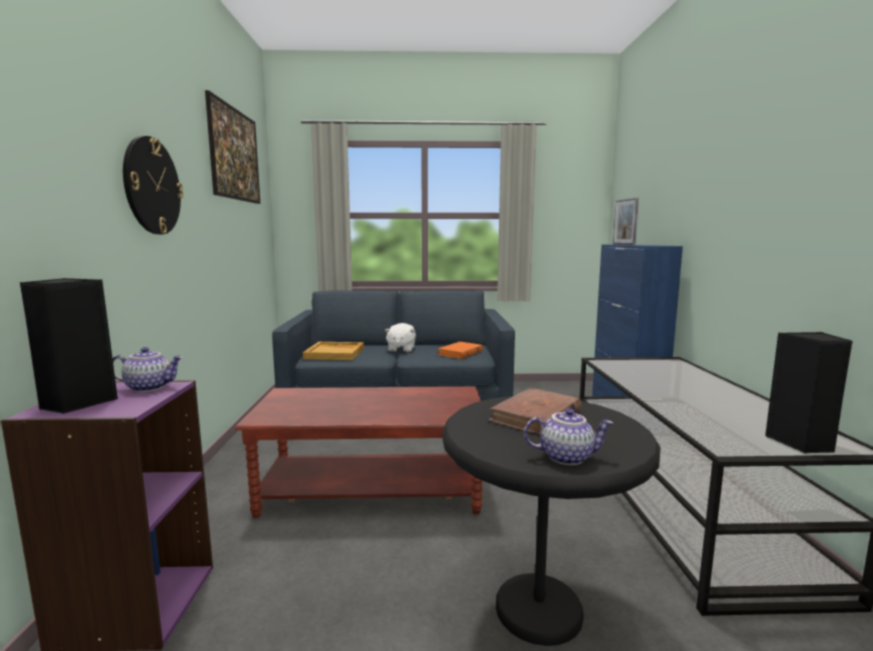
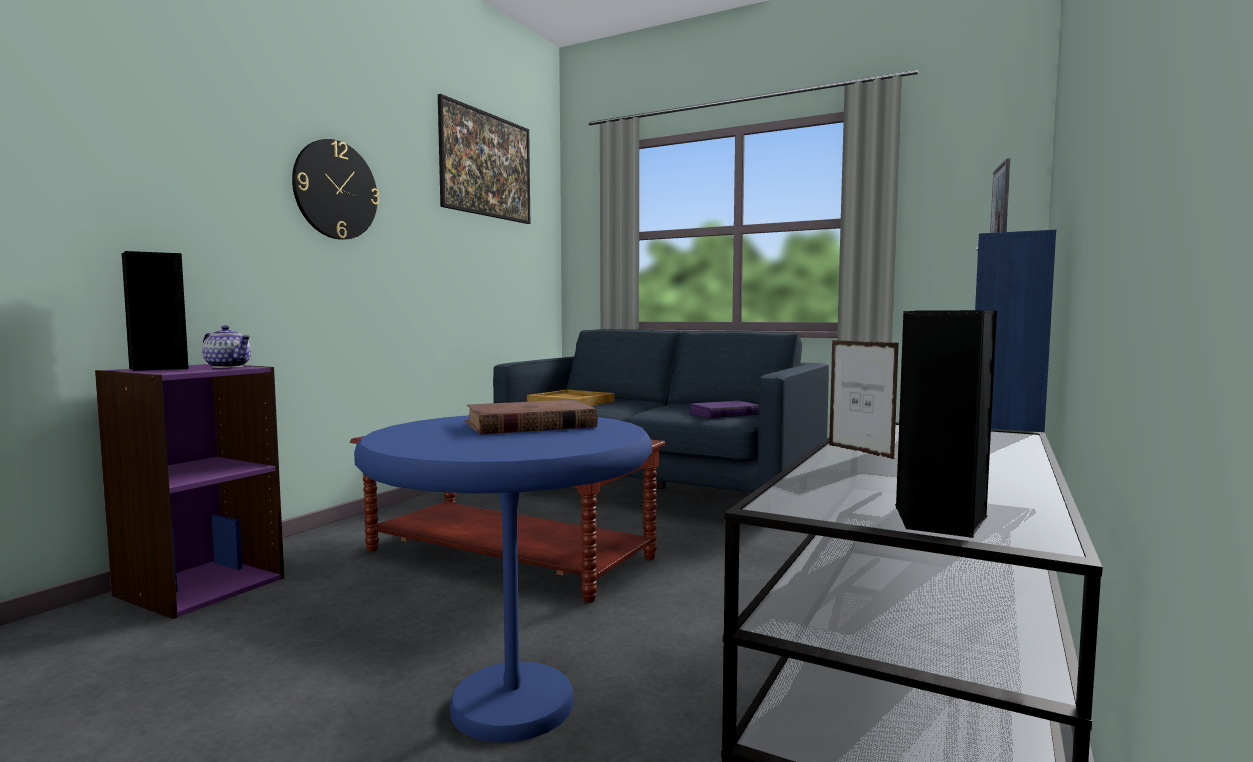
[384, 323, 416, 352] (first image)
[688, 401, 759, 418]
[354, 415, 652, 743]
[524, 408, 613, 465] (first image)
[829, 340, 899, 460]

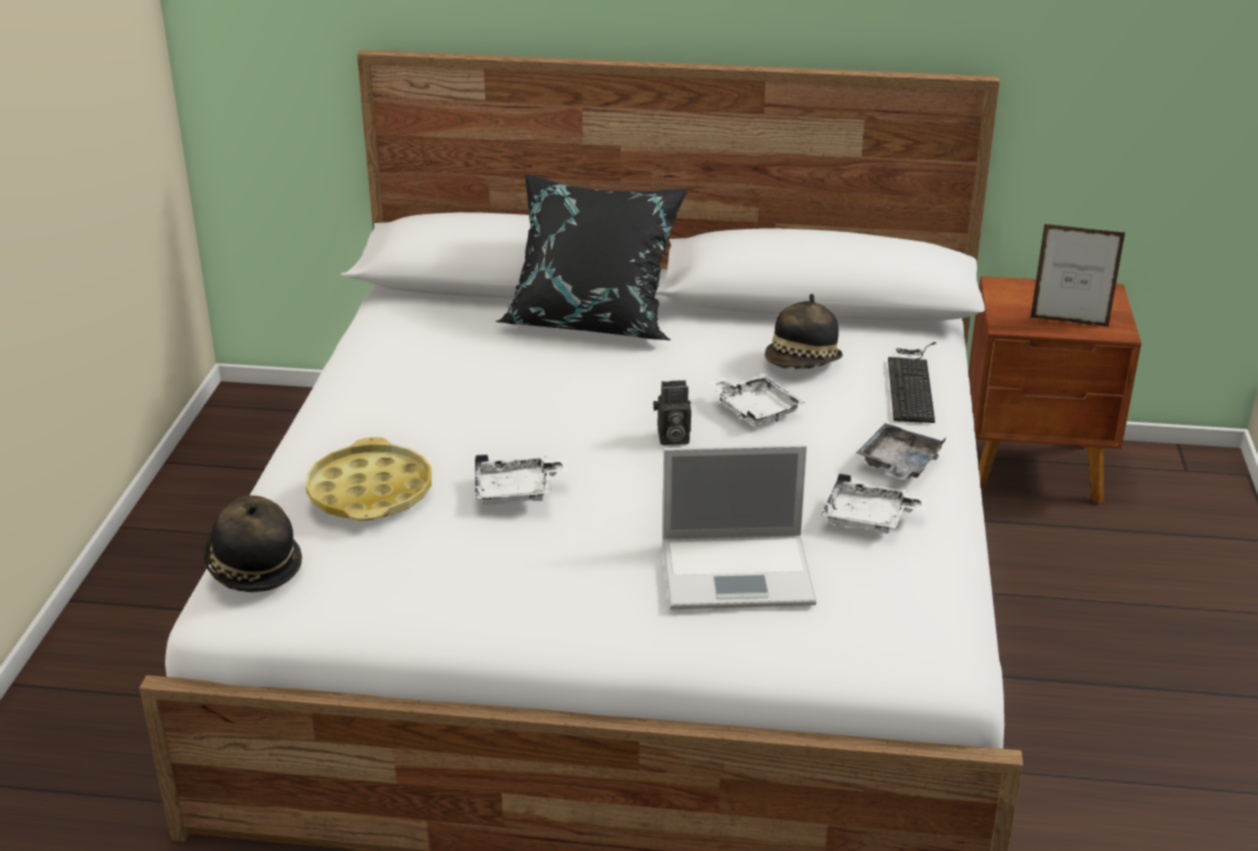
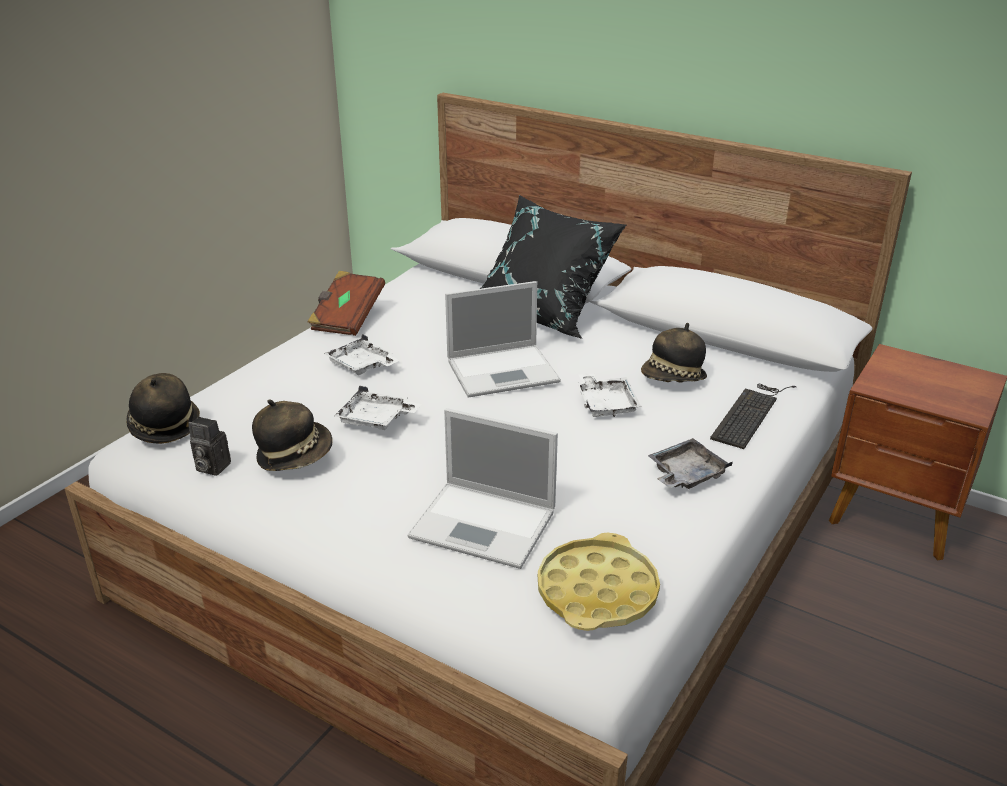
[1031, 224, 1126, 327] (first image)
[188, 417, 231, 476]
[538, 533, 660, 631]
[324, 334, 400, 375]
[307, 271, 385, 336]
[445, 281, 561, 398]
[252, 399, 333, 471]

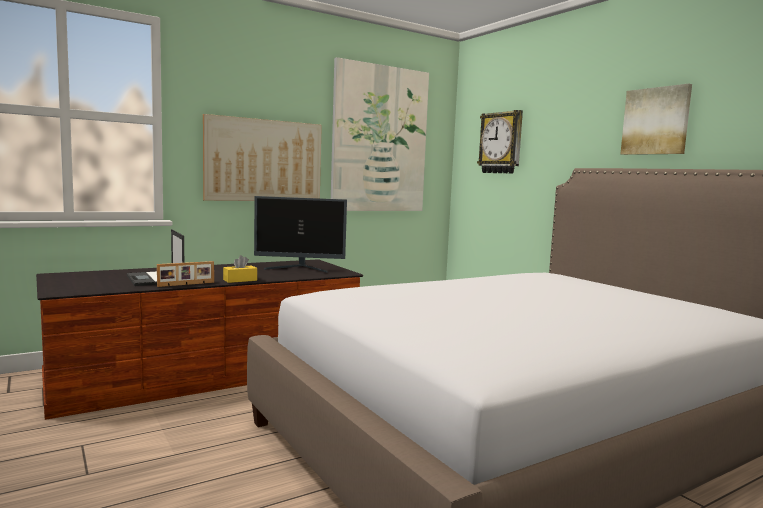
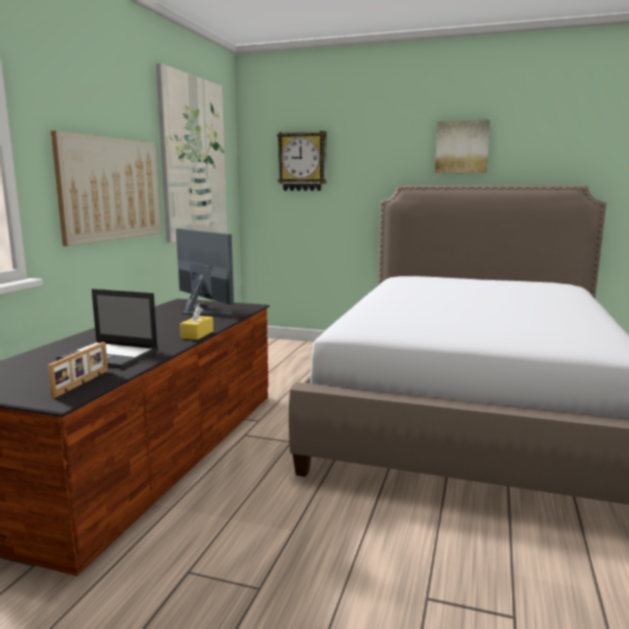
[176, 228, 234, 316]
[48, 342, 108, 398]

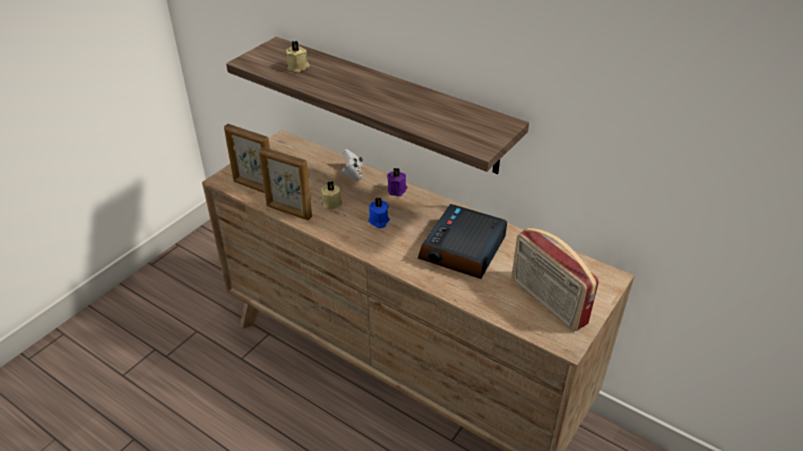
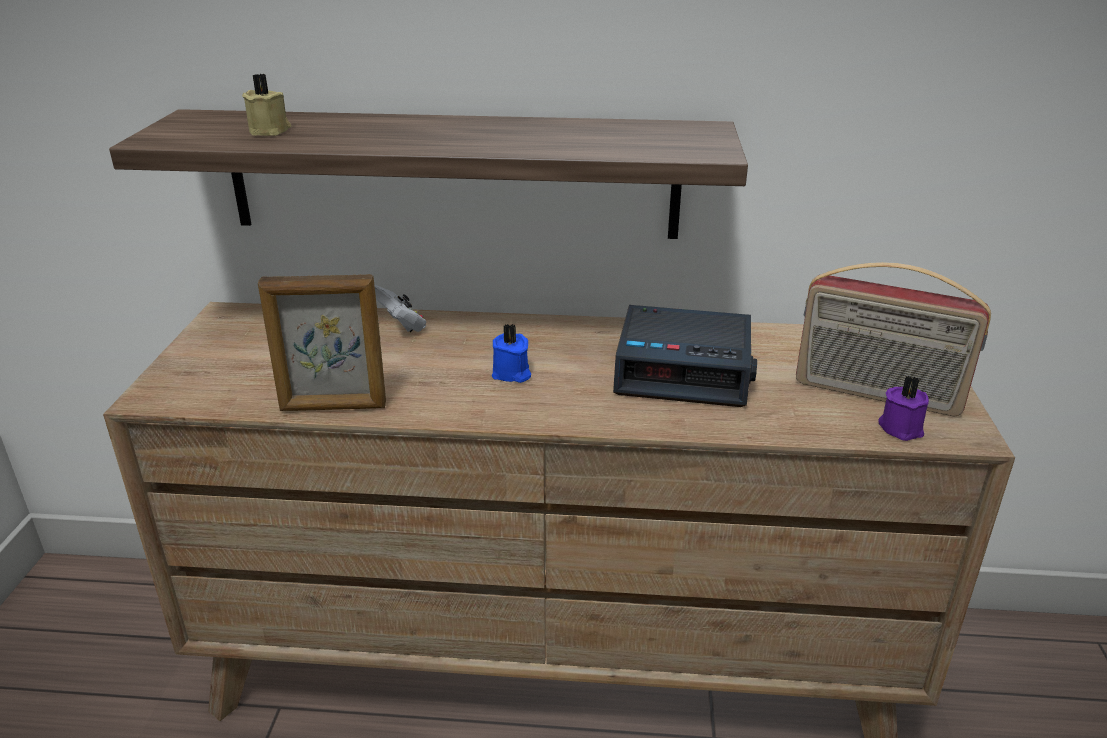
[224, 124, 270, 193] (first image)
[878, 376, 929, 441]
[320, 181, 342, 209] (first image)
[613, 305, 757, 407]

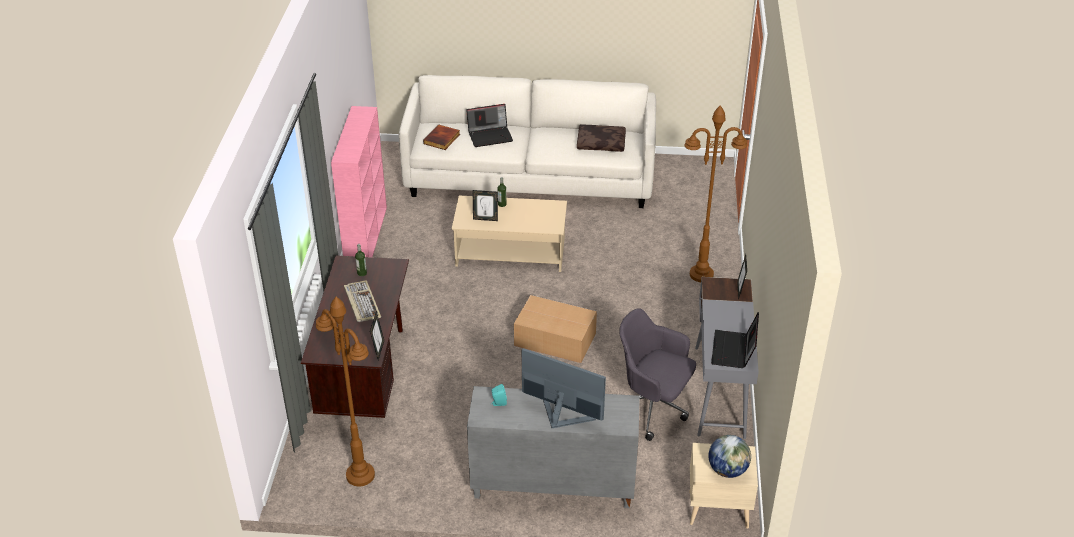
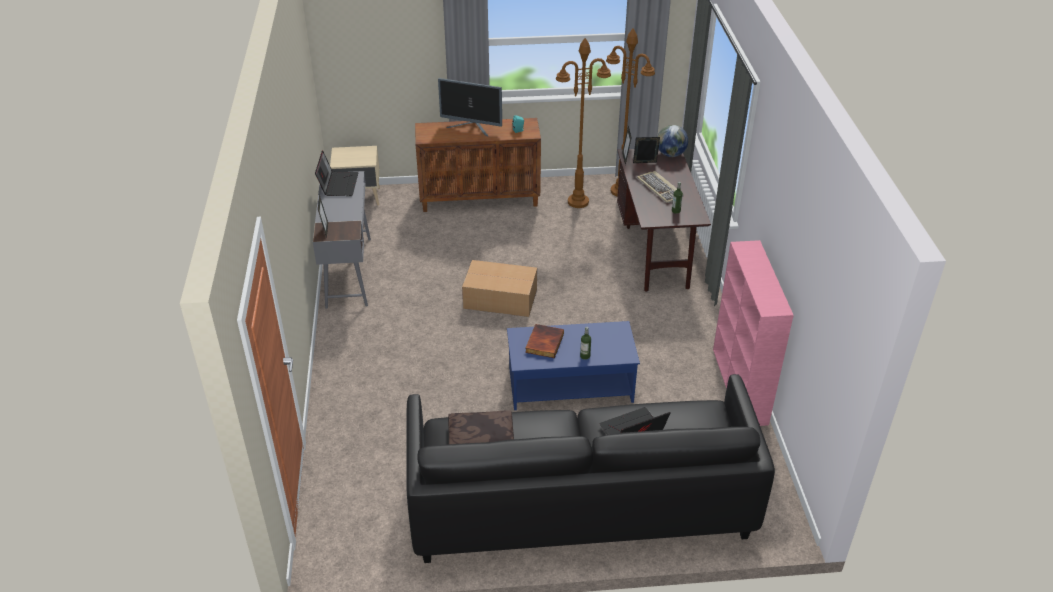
[406, 374, 775, 563]
[556, 38, 611, 208]
[525, 324, 564, 358]
[633, 137, 660, 163]
[507, 321, 640, 410]
[619, 308, 696, 441] (first image)
[415, 118, 541, 212]
[657, 125, 688, 157]

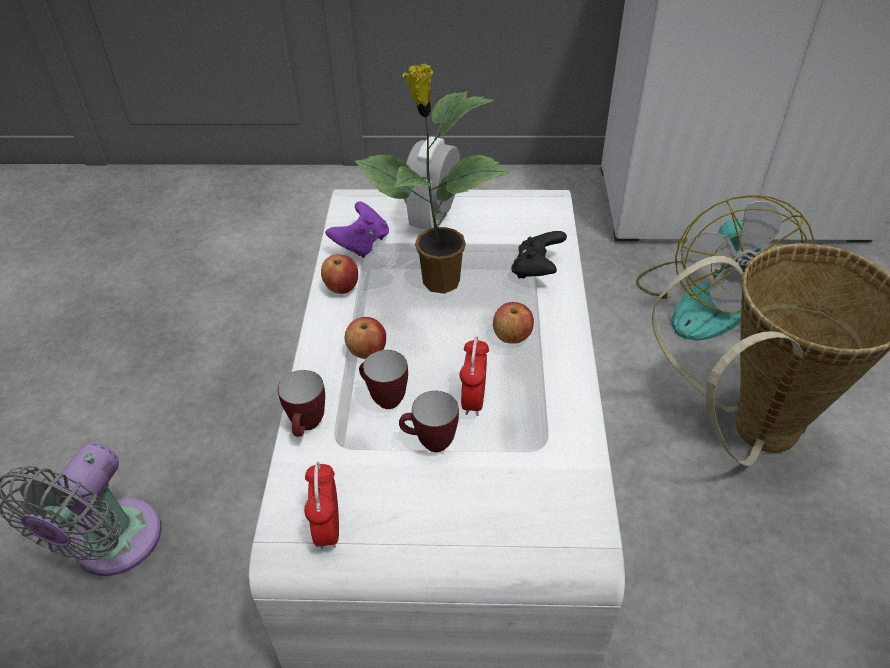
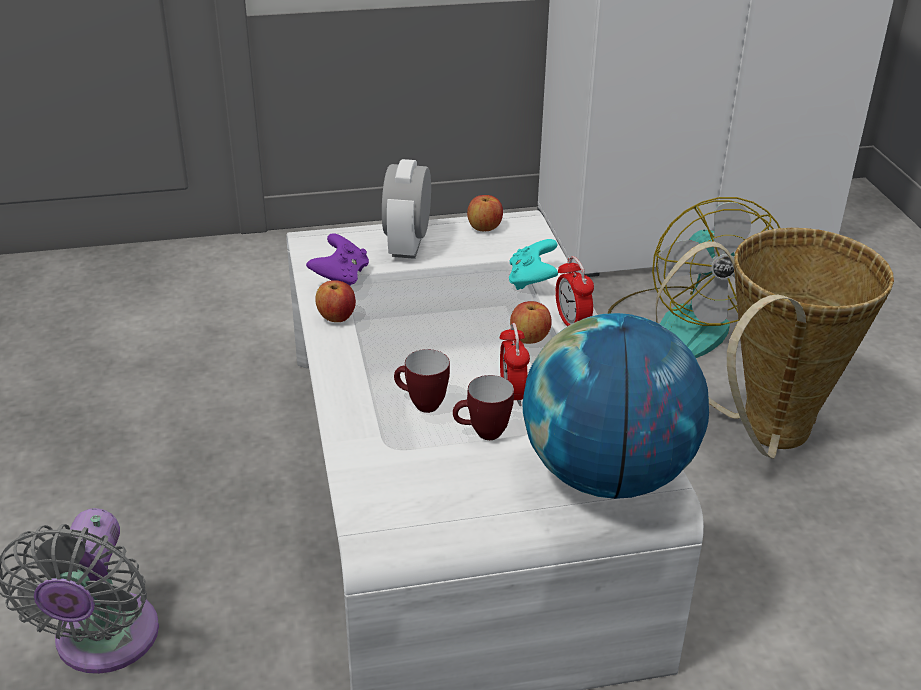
[355, 63, 511, 294] (first image)
[509, 239, 558, 290]
[467, 195, 503, 231]
[278, 370, 325, 437] (first image)
[555, 256, 594, 326]
[523, 313, 709, 499]

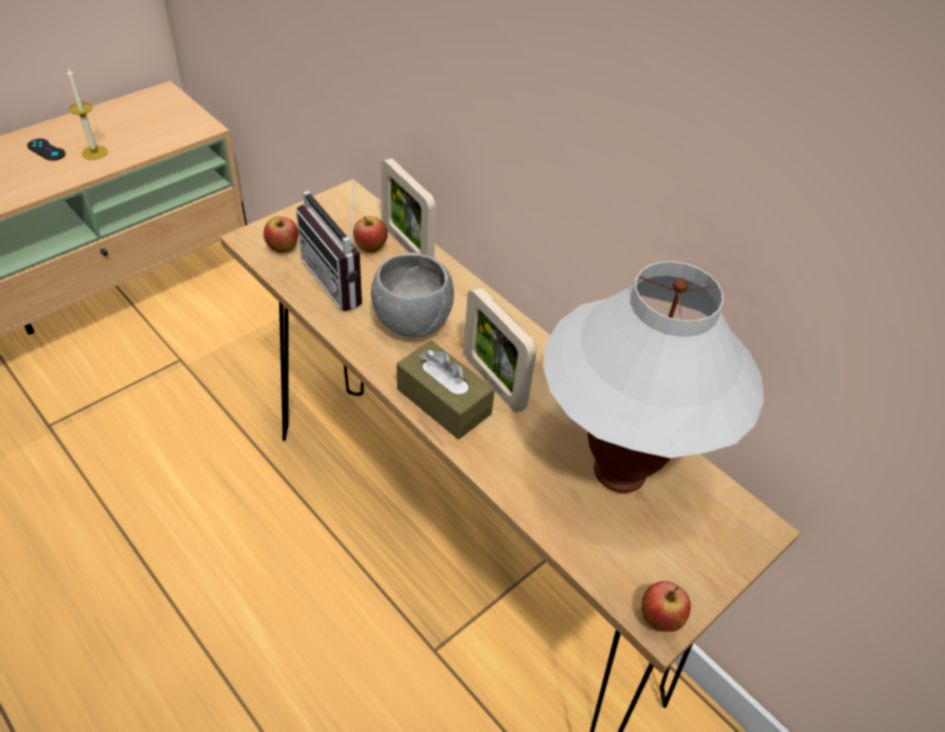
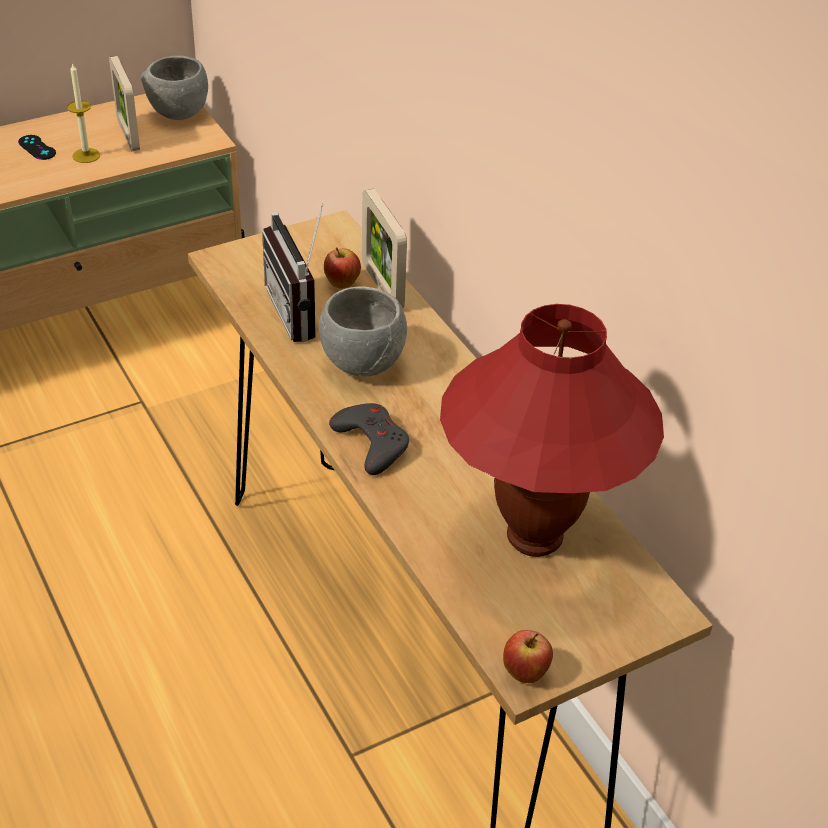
[263, 216, 298, 253] (first image)
[440, 304, 664, 557]
[109, 56, 140, 151]
[329, 403, 409, 475]
[141, 55, 208, 120]

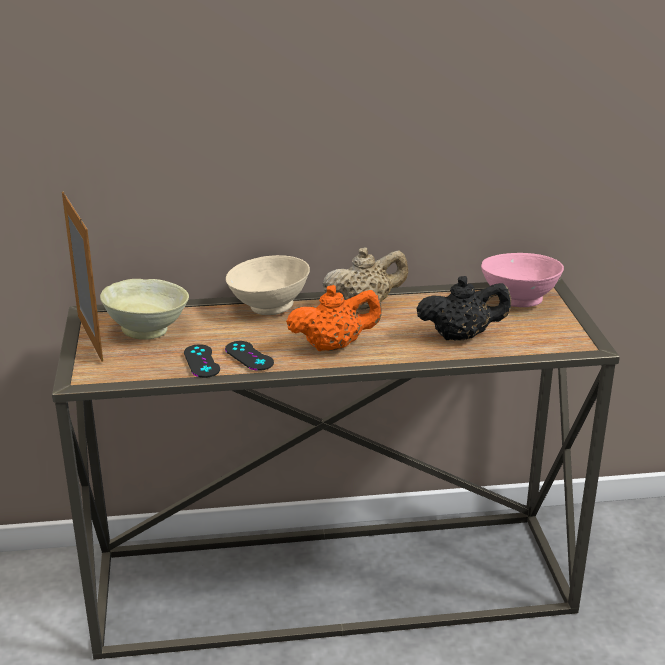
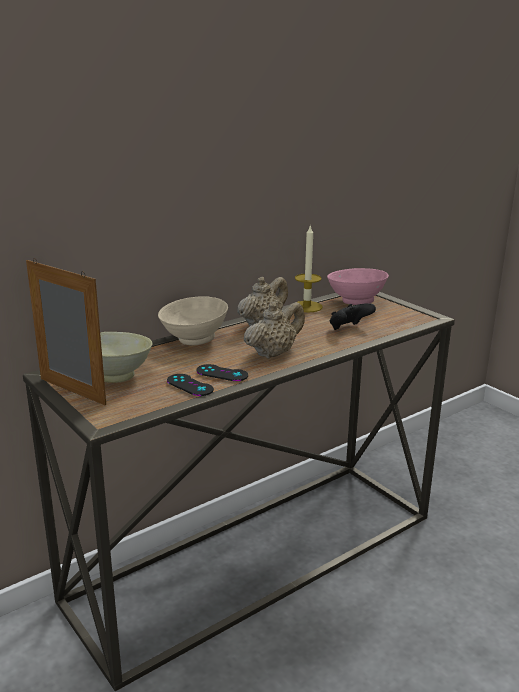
[330, 303, 376, 330]
[244, 302, 305, 359]
[295, 226, 322, 312]

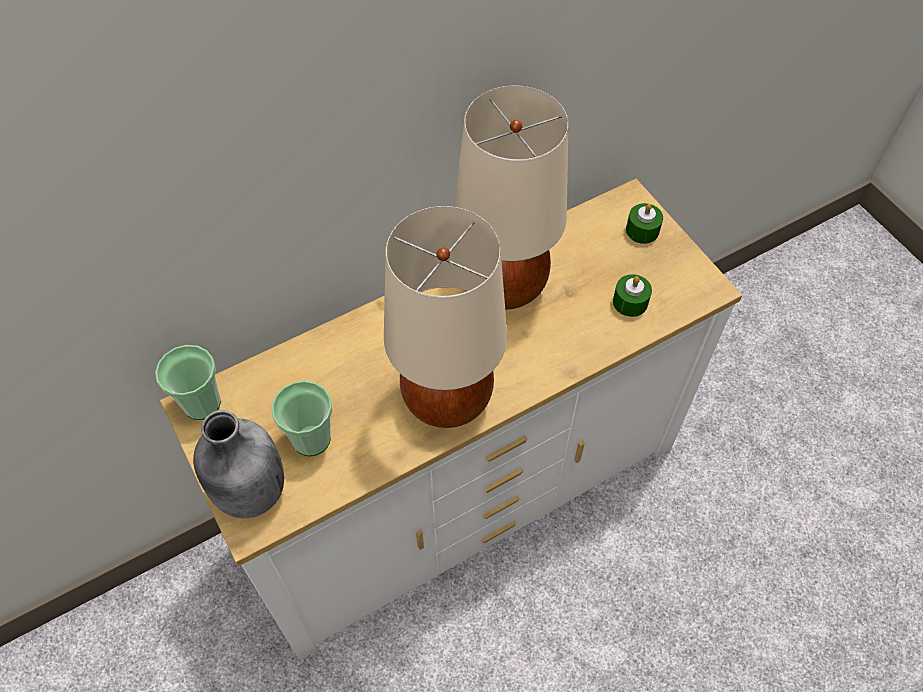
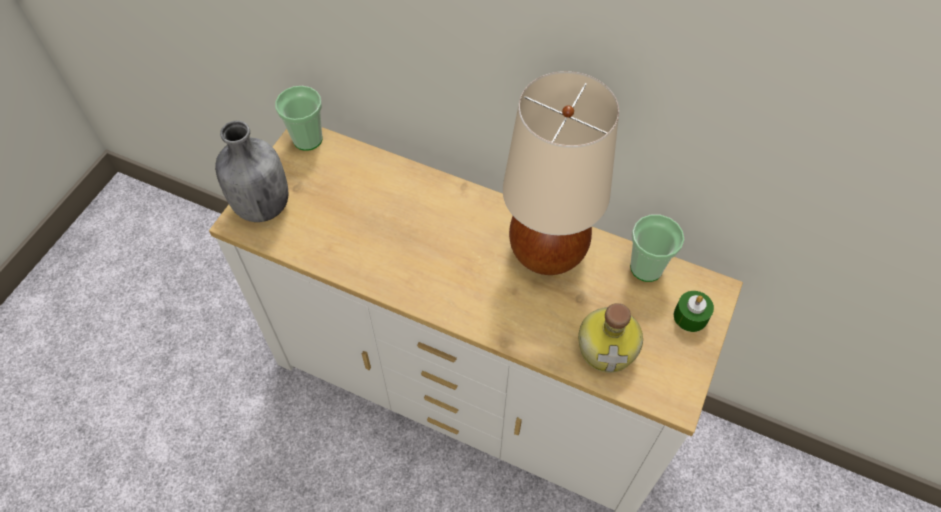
[384, 206, 507, 428] (first image)
[578, 303, 643, 373]
[630, 215, 685, 282]

